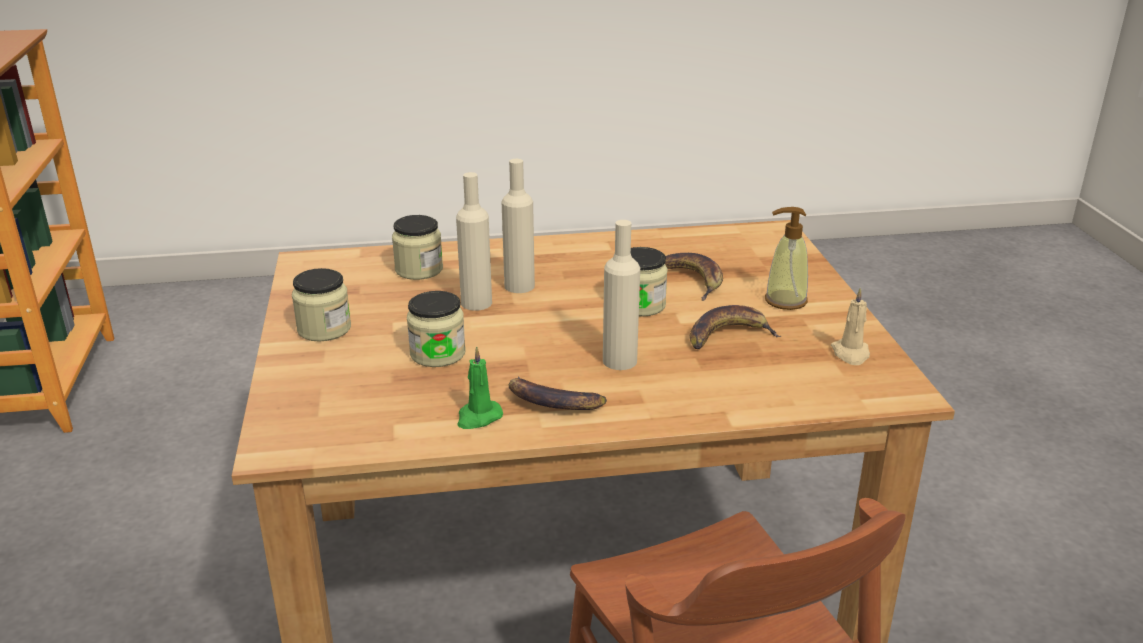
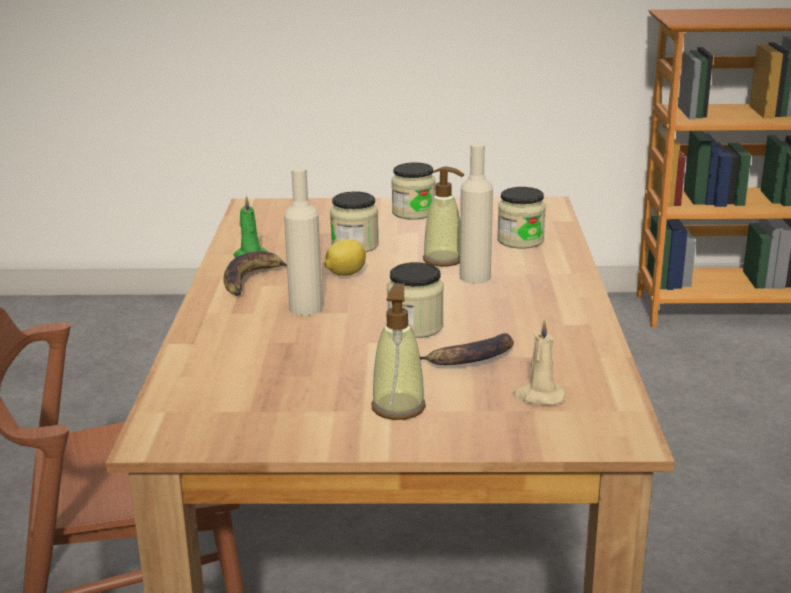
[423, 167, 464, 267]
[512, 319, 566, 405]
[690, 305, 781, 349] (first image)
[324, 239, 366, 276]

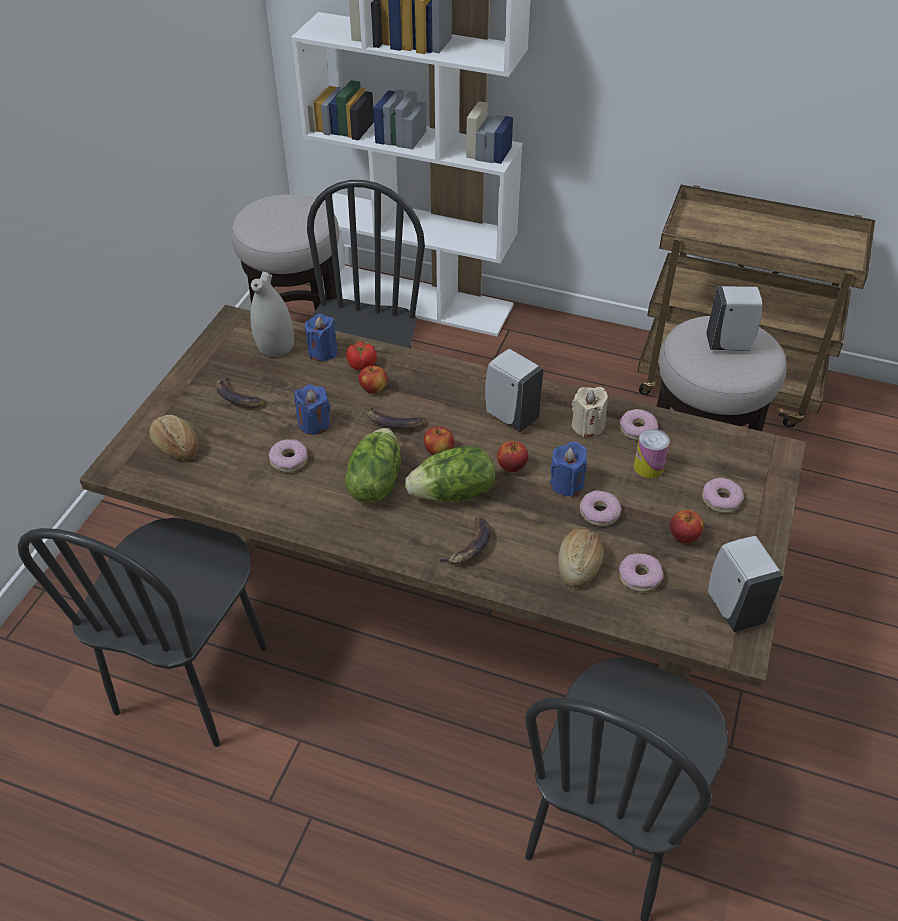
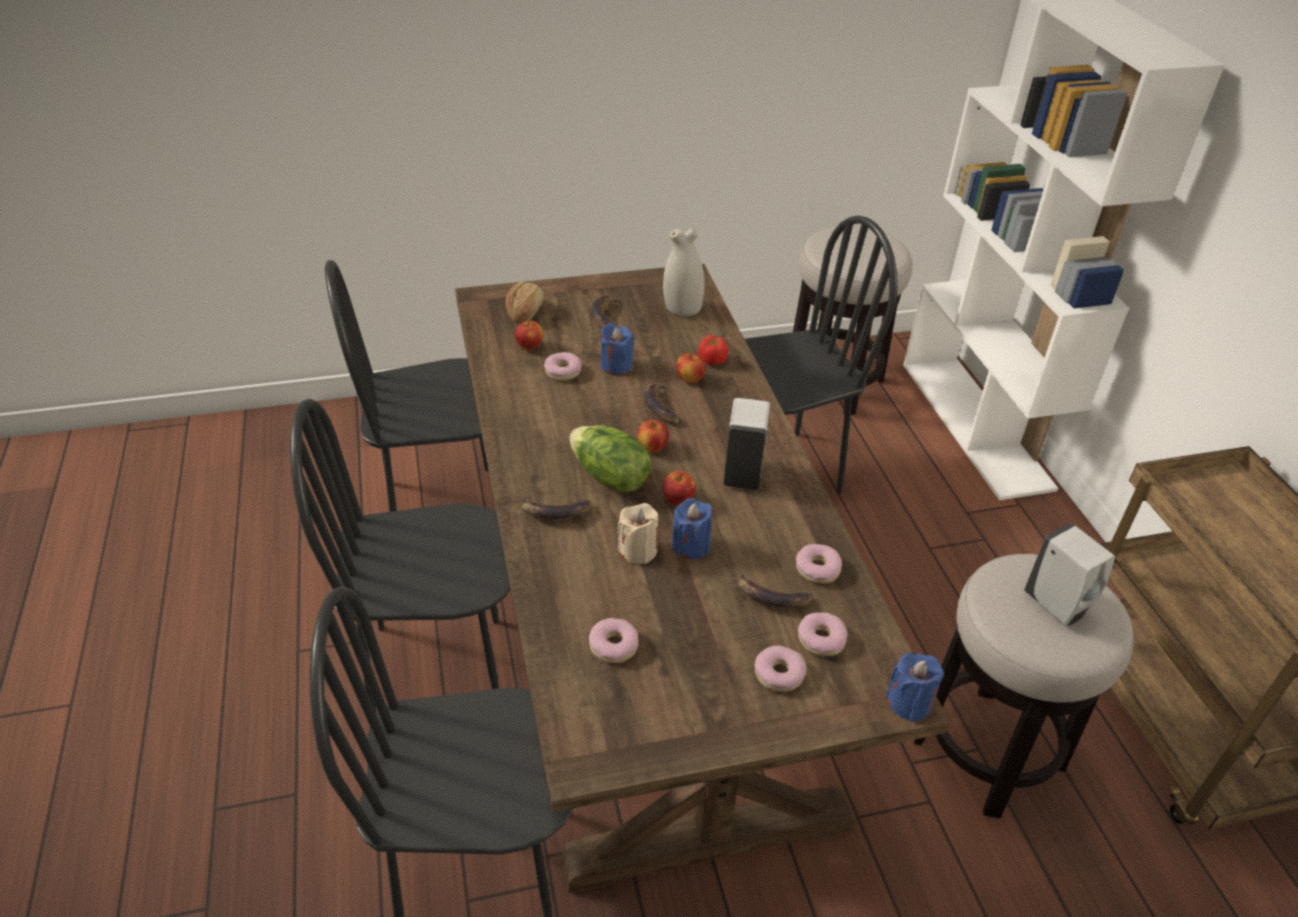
[885, 652, 944, 722]
[617, 503, 658, 564]
[345, 428, 401, 503] (first image)
[738, 572, 813, 608]
[798, 612, 847, 656]
[515, 321, 543, 350]
[558, 529, 604, 588] (first image)
[708, 536, 783, 632] (first image)
[290, 399, 511, 715]

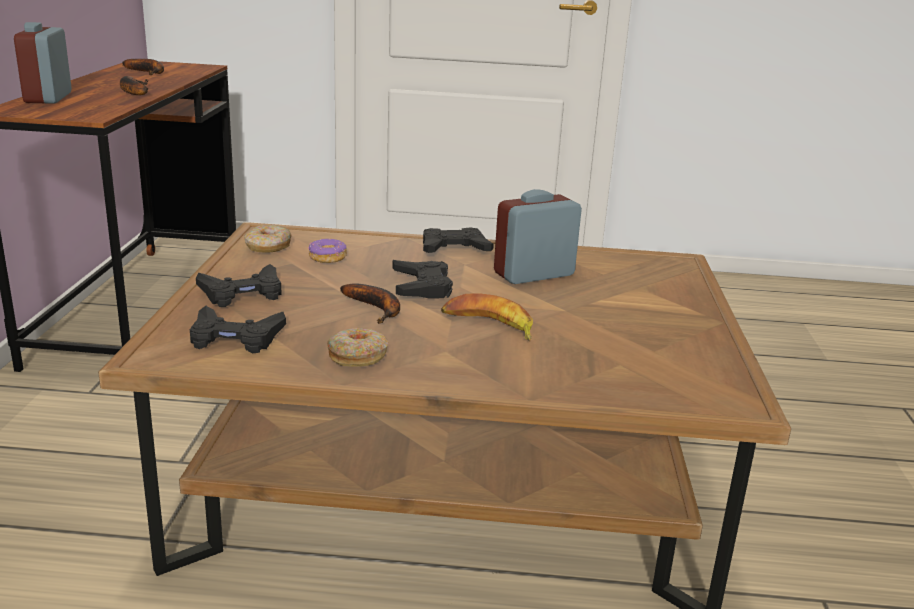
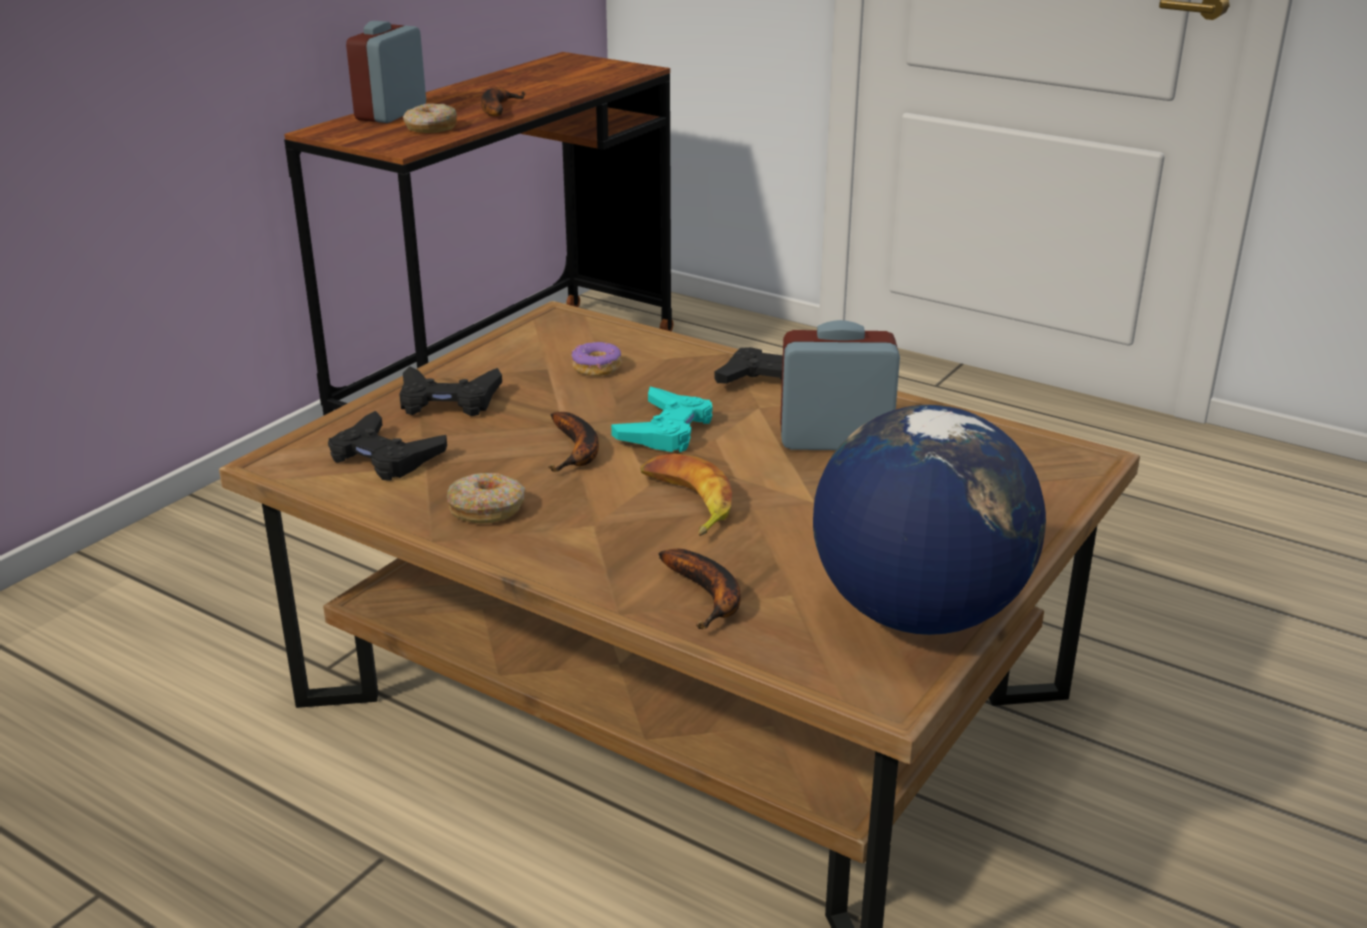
[659, 549, 741, 629]
[403, 103, 457, 133]
[611, 387, 712, 452]
[813, 405, 1046, 635]

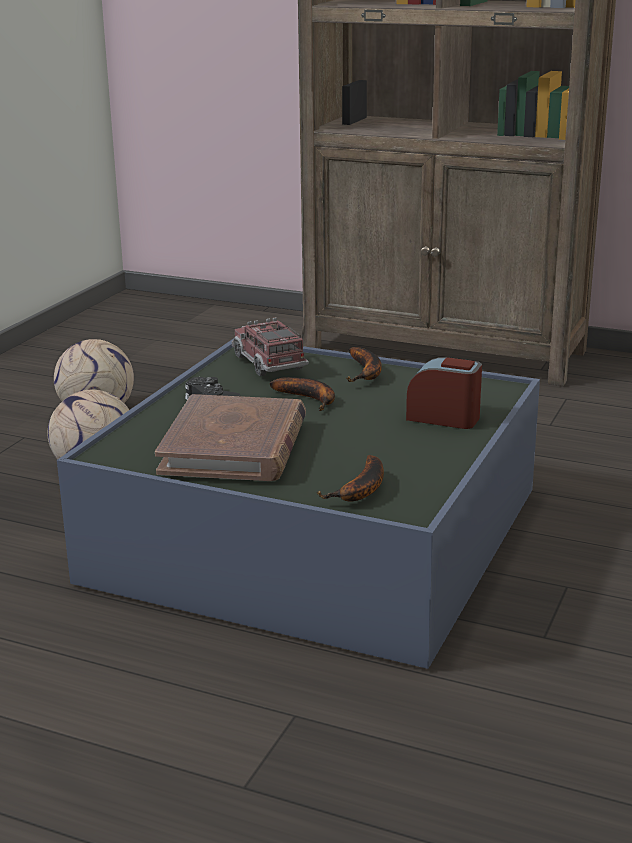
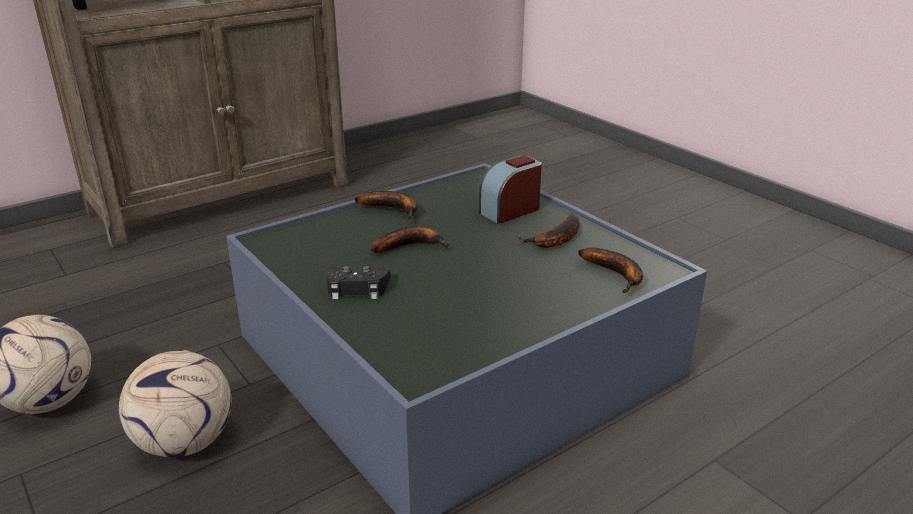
[232, 318, 309, 376] (first image)
[155, 394, 306, 481] (first image)
[518, 214, 579, 248]

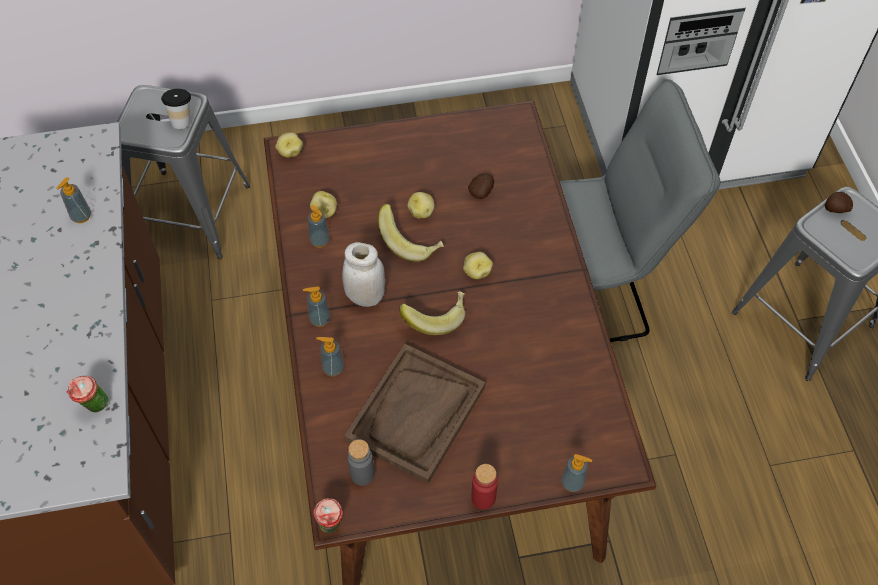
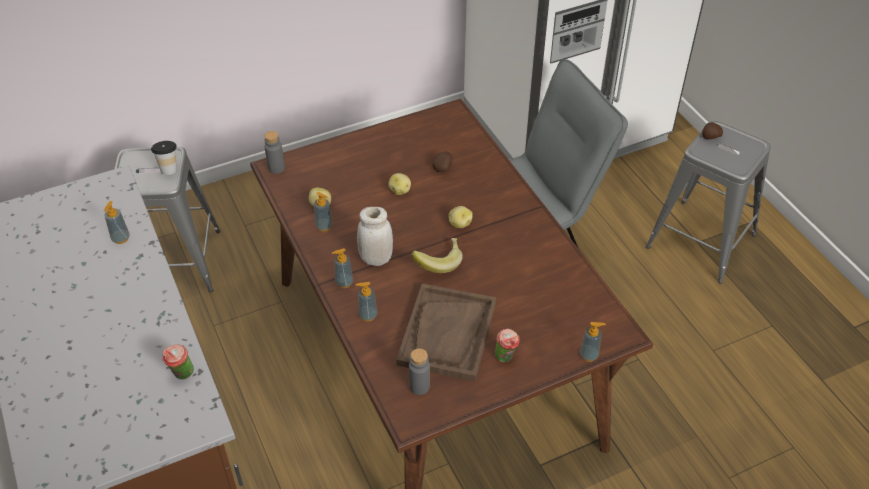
[264, 131, 285, 174]
[378, 204, 444, 262] (first image)
[471, 464, 498, 510] (first image)
[495, 329, 520, 362]

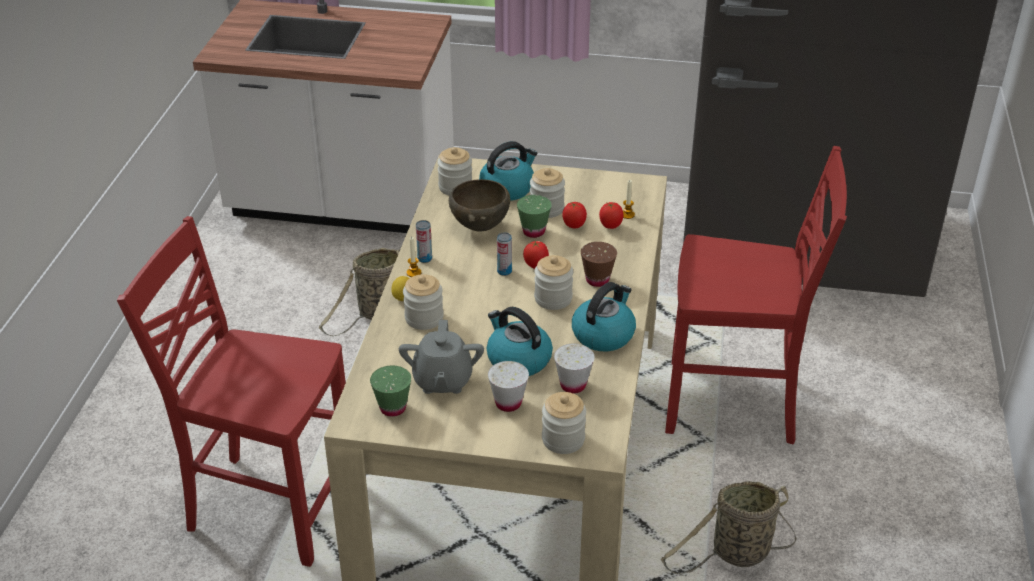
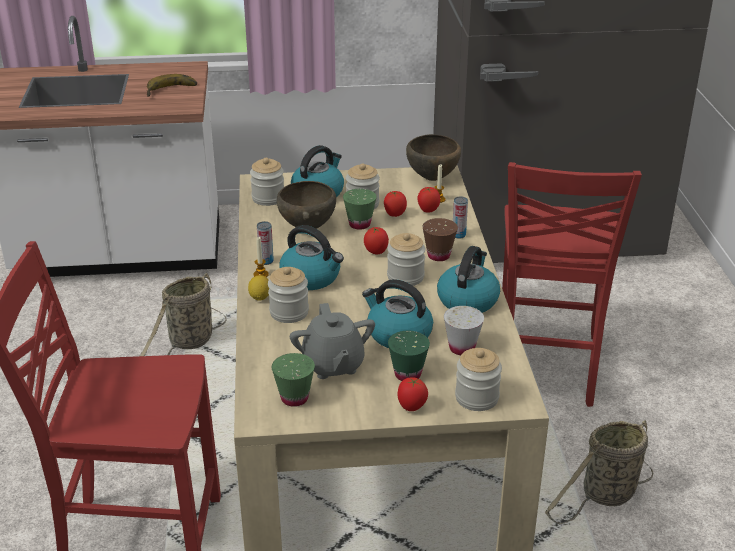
[502, 162, 642, 407]
[453, 196, 468, 239]
[388, 331, 430, 381]
[146, 74, 197, 97]
[406, 134, 461, 181]
[280, 225, 344, 290]
[397, 378, 428, 411]

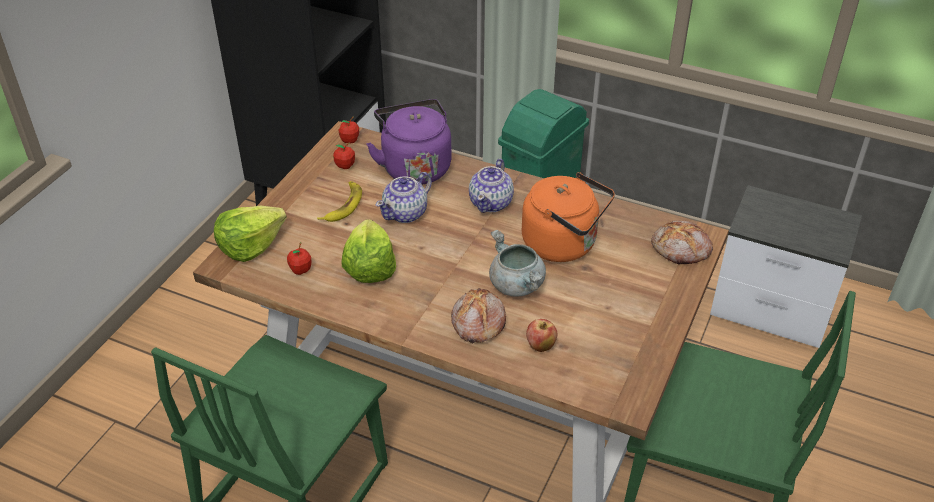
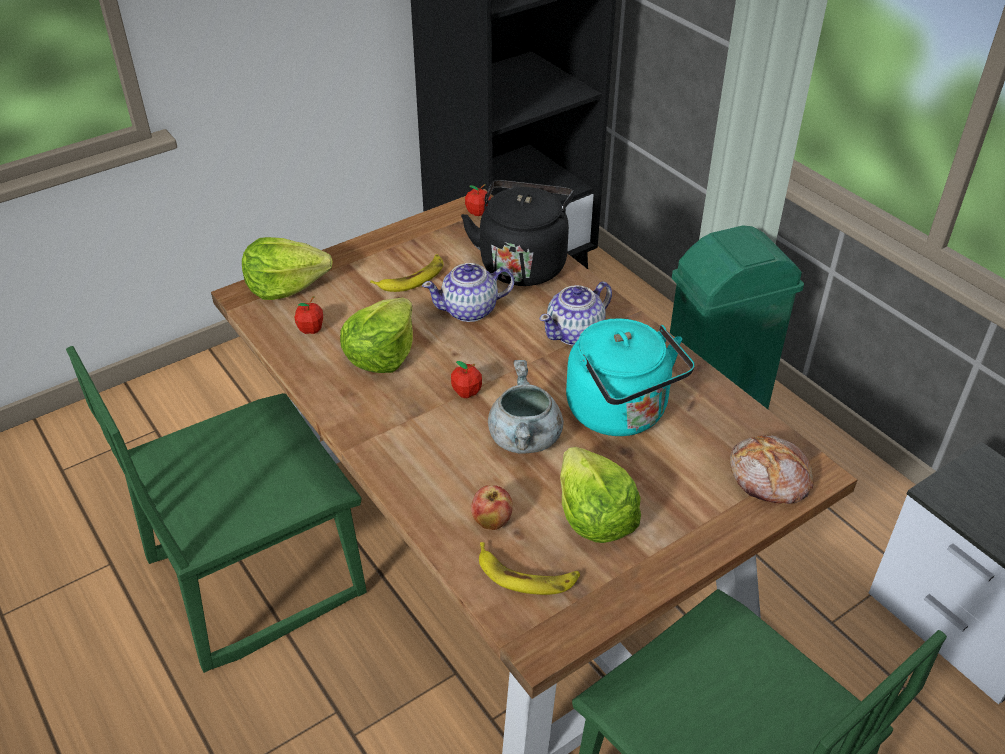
[461, 180, 574, 286]
[451, 361, 482, 398]
[566, 318, 695, 436]
[451, 288, 506, 343] (first image)
[560, 447, 641, 543]
[479, 542, 580, 595]

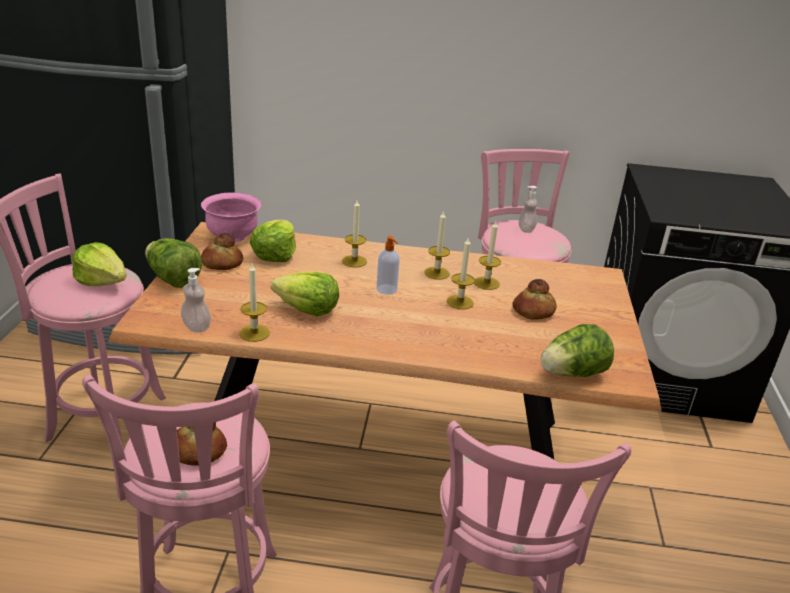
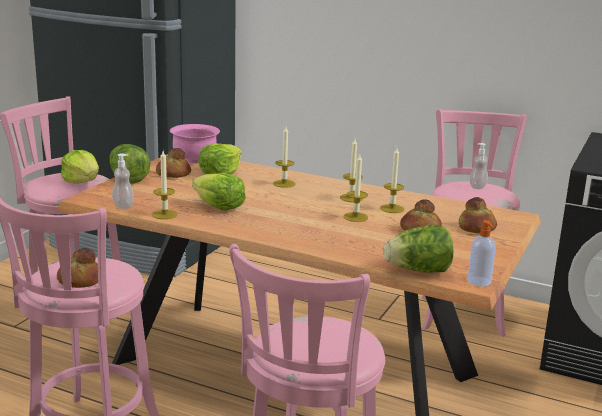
[467, 220, 496, 287]
[459, 197, 497, 233]

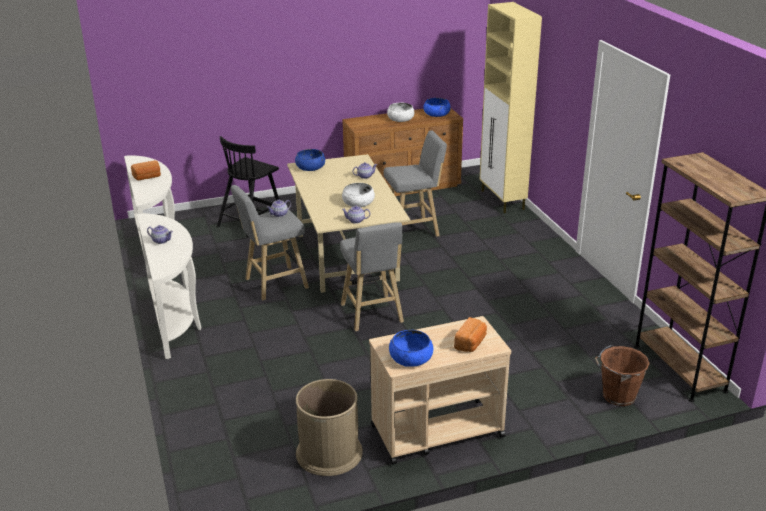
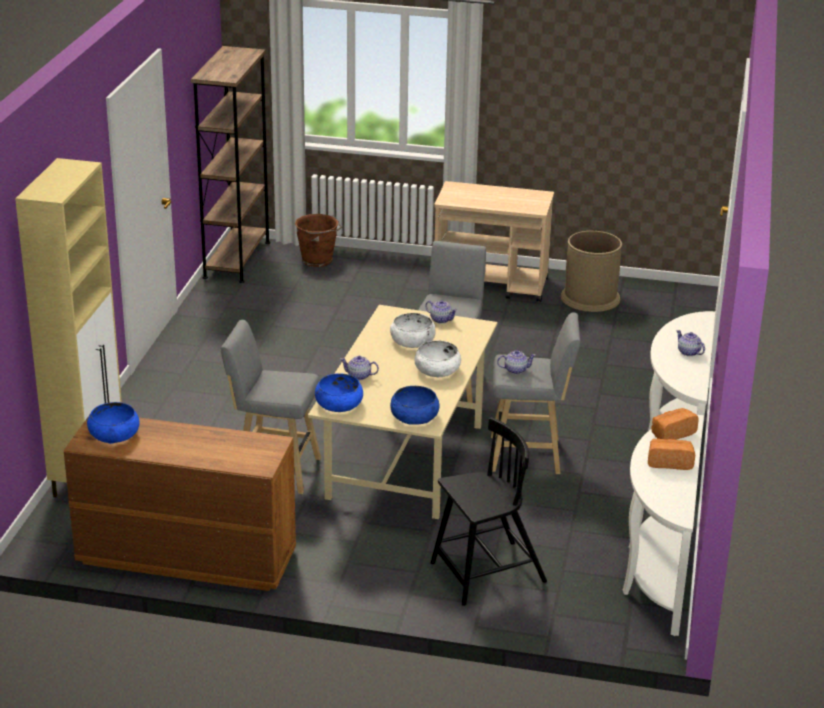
[415, 341, 461, 377]
[651, 408, 699, 440]
[315, 374, 363, 412]

